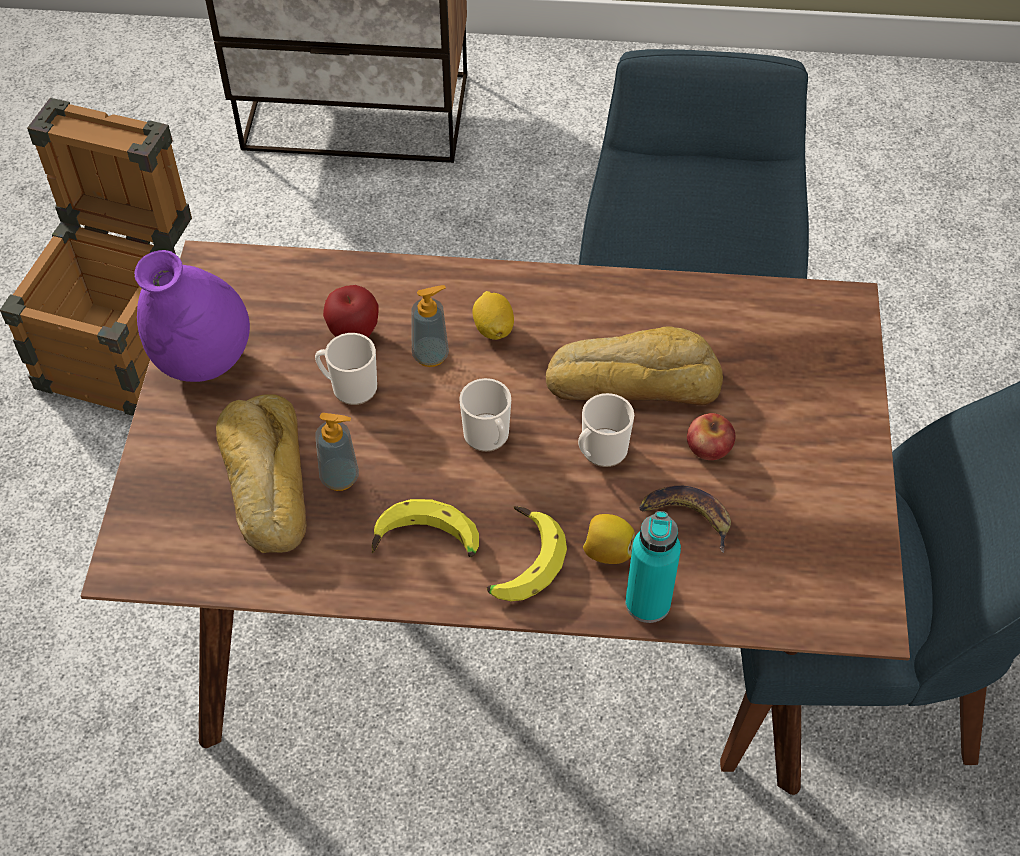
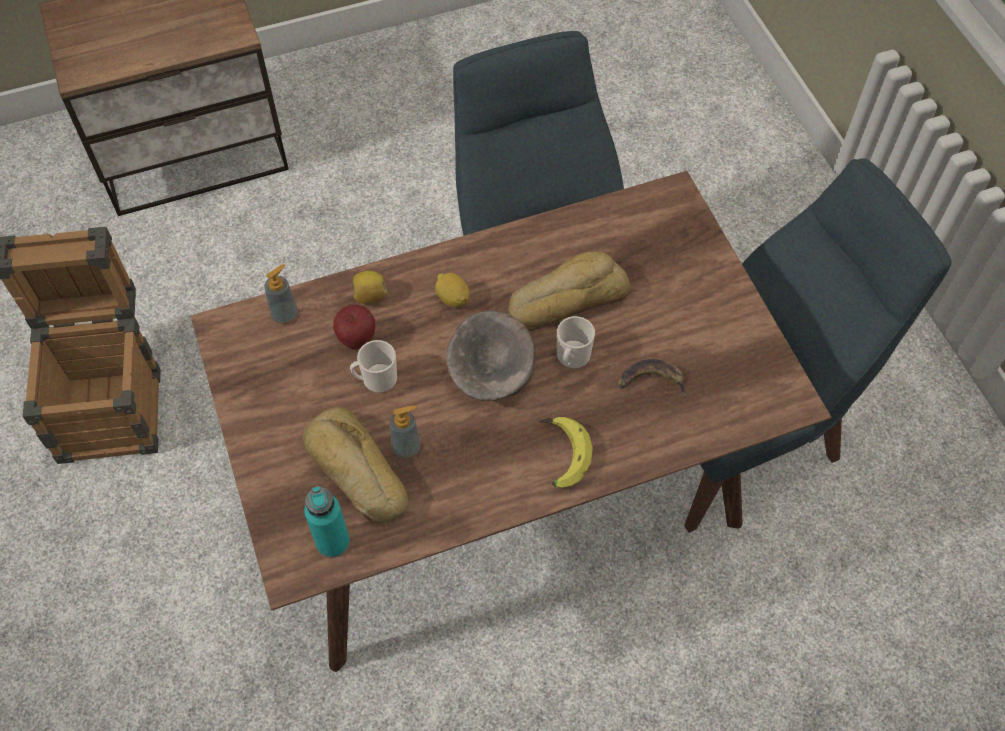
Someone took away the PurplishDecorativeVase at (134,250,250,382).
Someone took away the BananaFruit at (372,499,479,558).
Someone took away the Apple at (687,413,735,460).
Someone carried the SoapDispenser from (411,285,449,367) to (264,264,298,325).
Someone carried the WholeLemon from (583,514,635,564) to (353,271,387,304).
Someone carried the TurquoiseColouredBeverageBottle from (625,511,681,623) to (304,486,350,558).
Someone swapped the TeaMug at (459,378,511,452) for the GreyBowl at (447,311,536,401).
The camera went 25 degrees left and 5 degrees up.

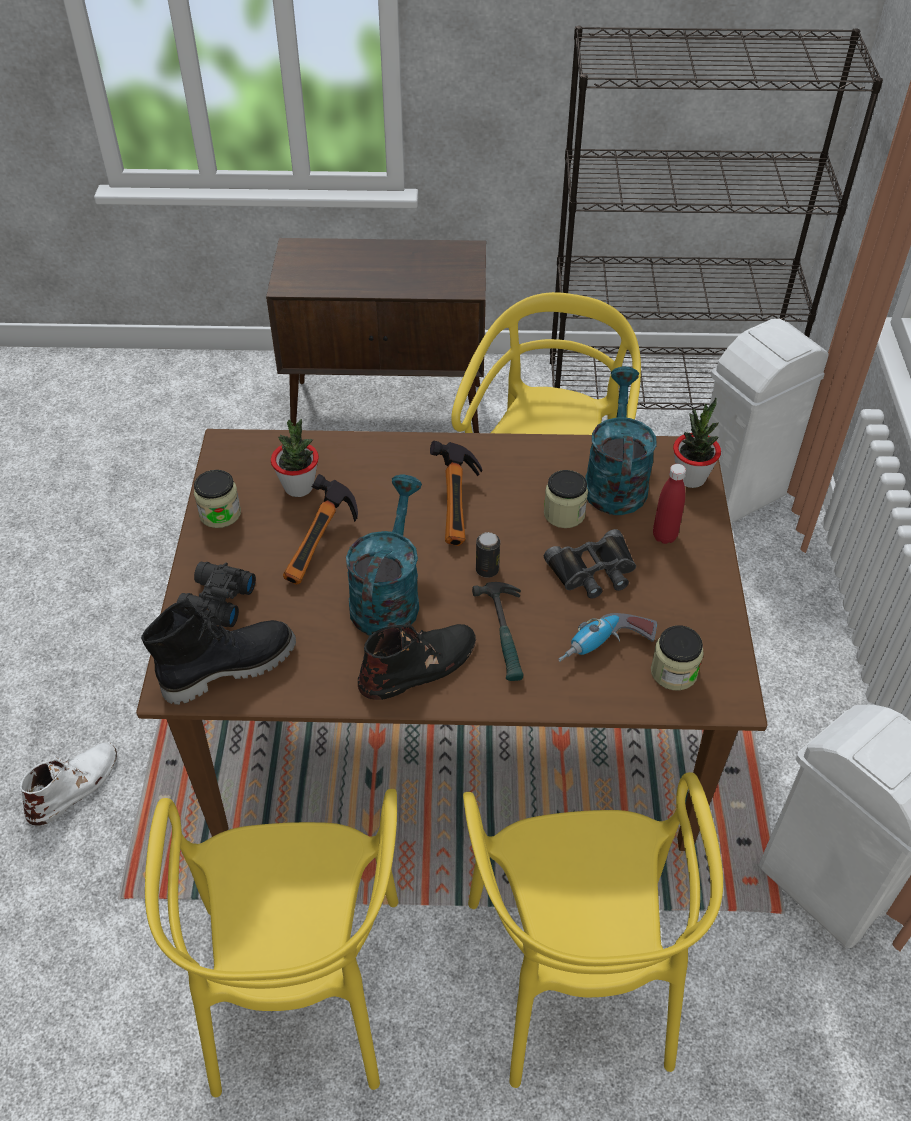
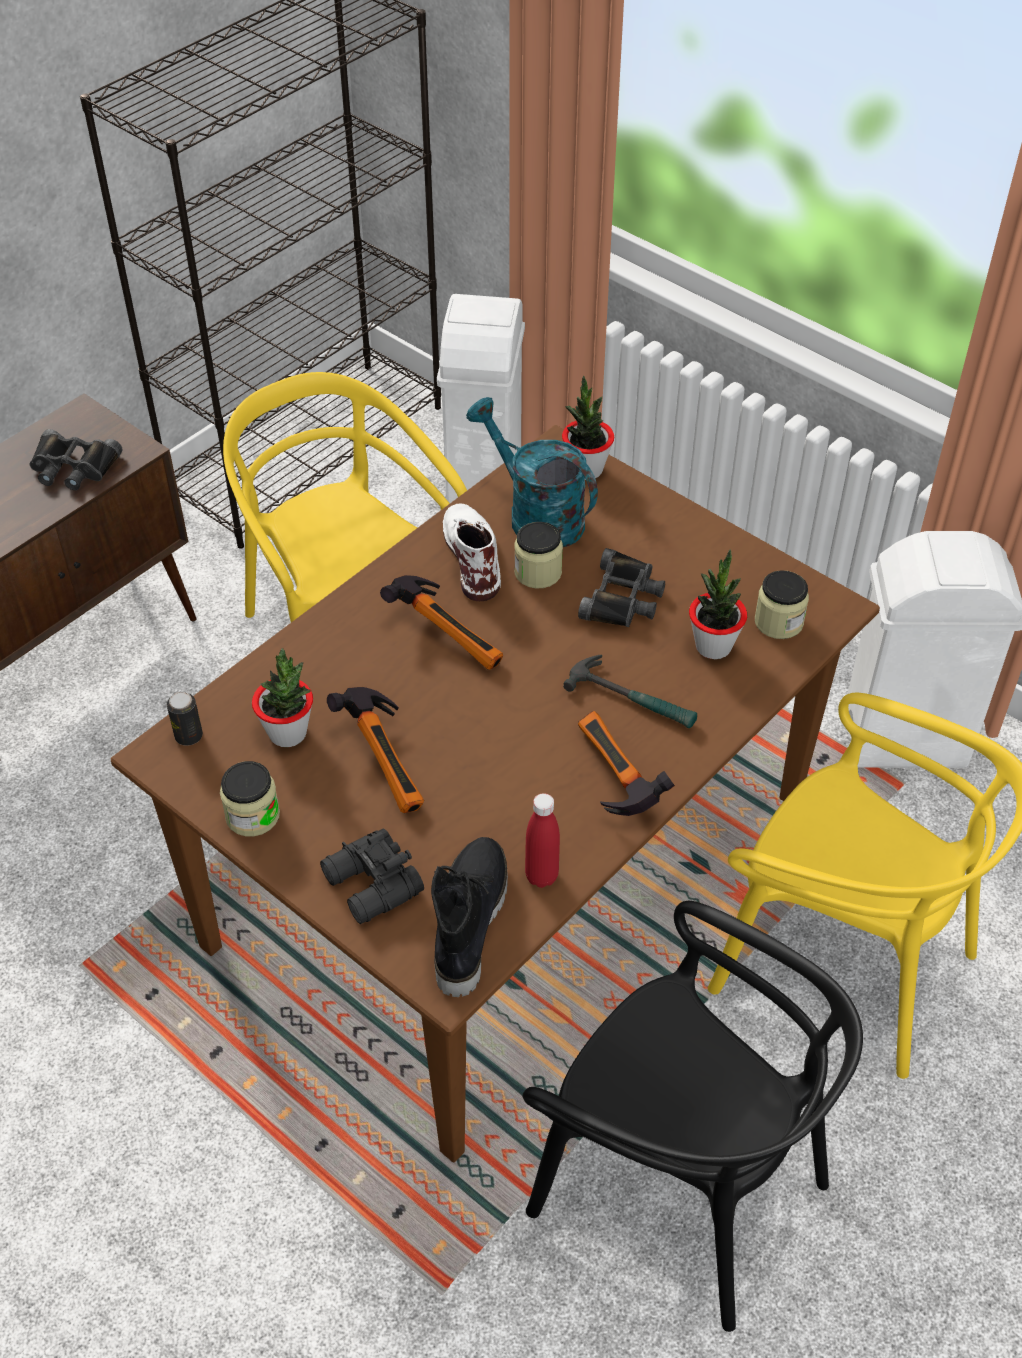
Someone took away the TurquoiseColouredWateringPot at (346,474,422,636).
Someone put down the BlackColouredPairOfBinoculars at (30,429,123,490).
Someone carried the WhiteColouredHighTopBoot from (20,742,117,826) to (443,503,501,601).
Someone carried the Can from (476,532,500,578) to (167,692,203,746).
Someone carried the ReddishBeverageBottle from (653,464,686,544) to (525,793,560,888).
Someone swapped the BlackColouredHighTopBoot at (358,622,476,700) for the HandHammer at (578,711,675,816).
Someone swapped the Drill at (558,613,657,662) for the PottedPlant at (689,550,747,659).
Someone repainted the YellowishChair at (145,789,399,1097), which became the BlackColouredChair at (522,901,863,1332).
The camera went 50 degrees left and 0 degrees up.

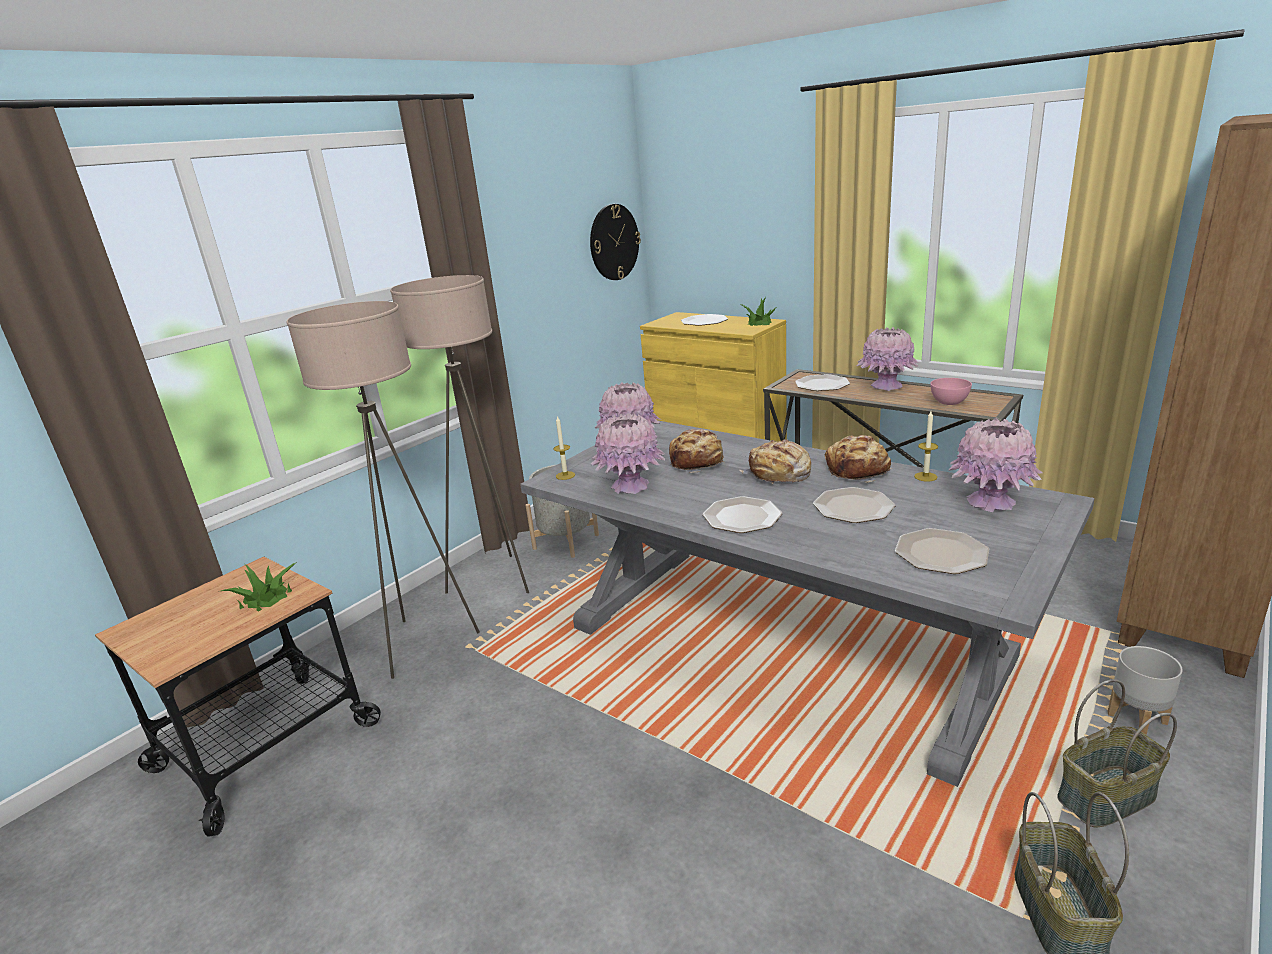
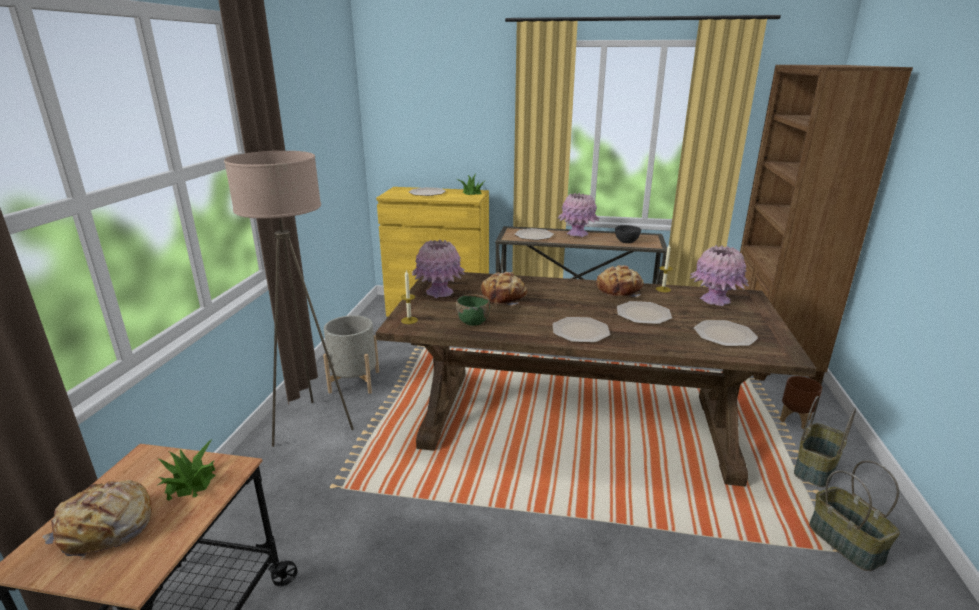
Someone took away the BeigeColouredFloorLamp at (287,301,480,679).
Someone took away the HangingClock at (590,204,641,280).
Someone carried the BakeryBread from (739,439,811,484) to (42,480,152,560).
Someone swapped the PinkColouredDecorativeVase at (591,413,665,494) for the GreenBowl at (456,294,490,326).
Someone repainted the GreyDiningTable at (520,421,1094,787), which became the BrownishDiningTable at (376,272,817,487).
Someone repainted the PinkColouredBowl at (930,378,972,405), which became the GreyBowl at (615,225,641,243).
Someone repainted the GreyFlowerPot at (1107,646,1183,735), which became the BrownishFlowerPot at (780,376,822,429).
The camera went 30 degrees left and 0 degrees up.

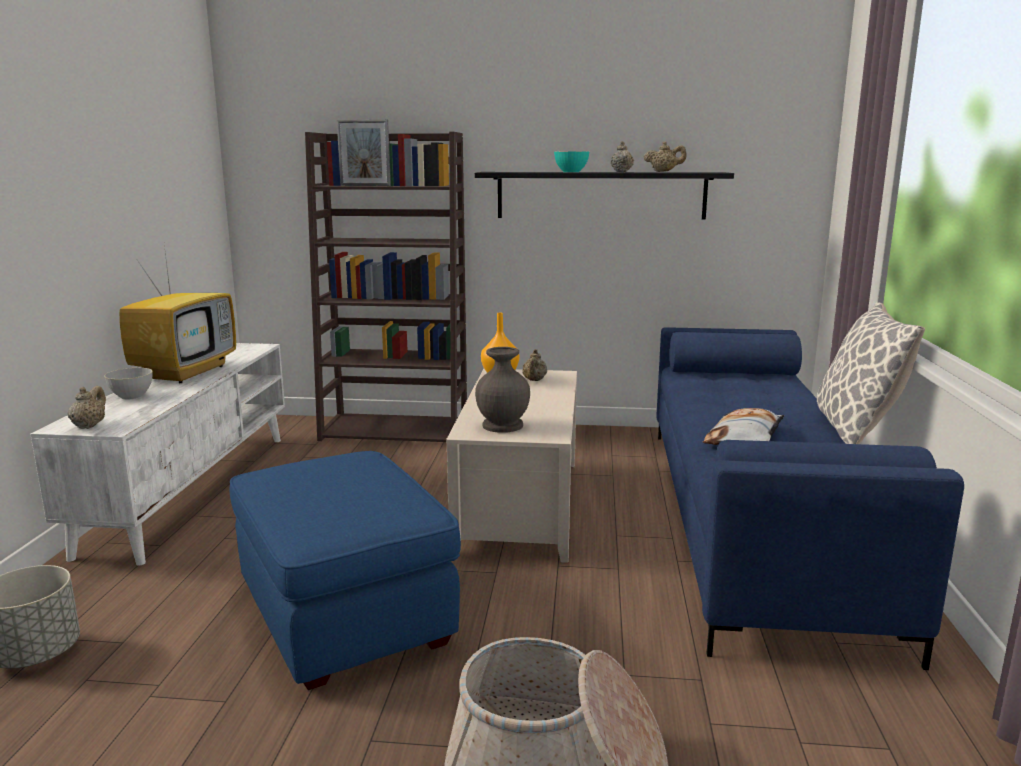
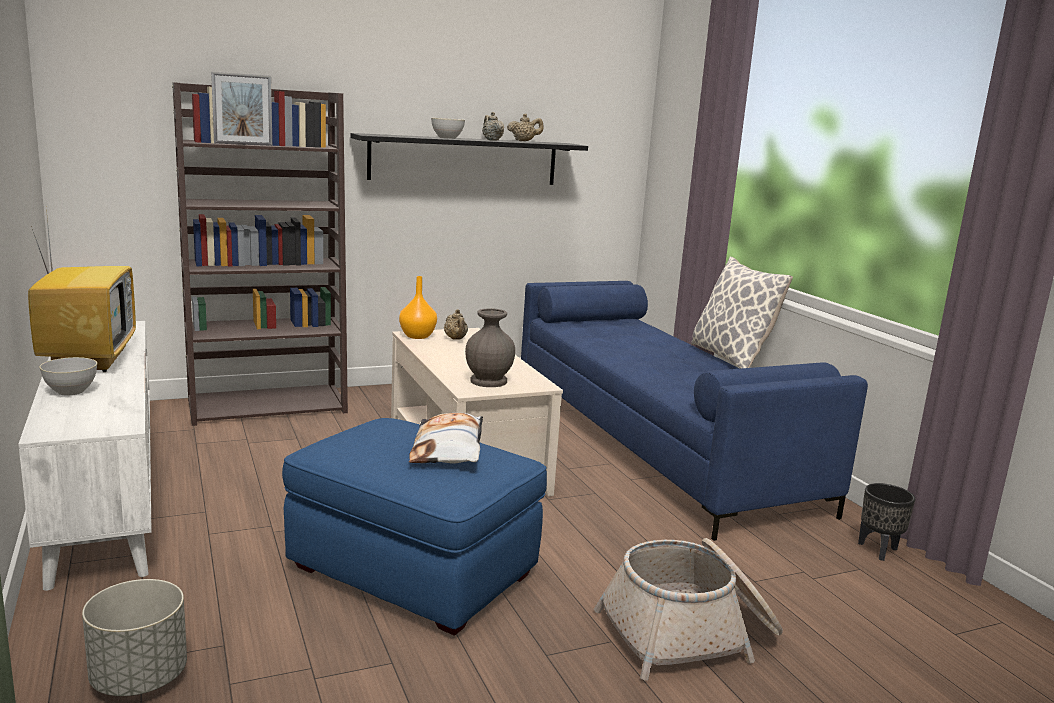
Someone took away the BeigeColouredTeapot at (67,386,106,429).
Someone put down the BlackColouredFlowerPot at (858,483,915,561).
Someone carried the ThrowPillow from (703,408,784,445) to (409,413,483,463).
Someone repainted the TurquoiseColouredBowl at (554,151,589,172), which became the GreyBowl at (431,118,465,139).
The camera went 30 degrees left and 0 degrees up.

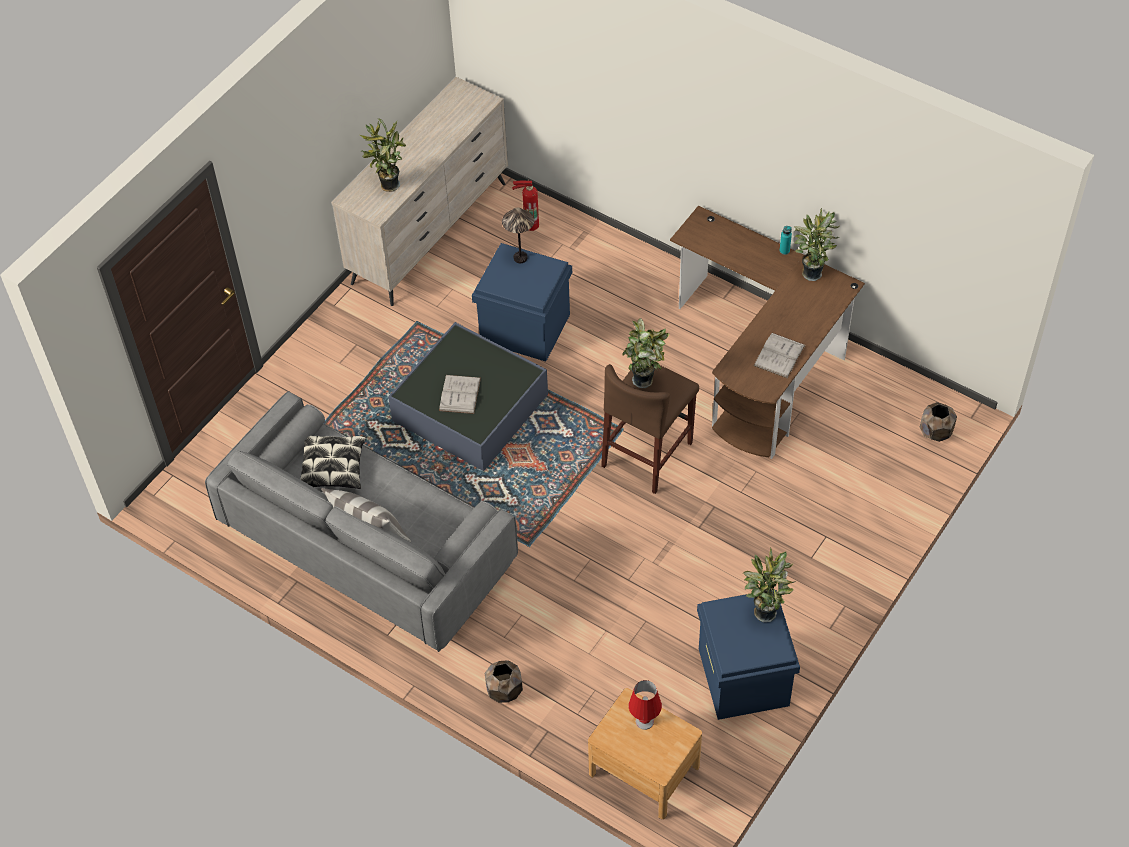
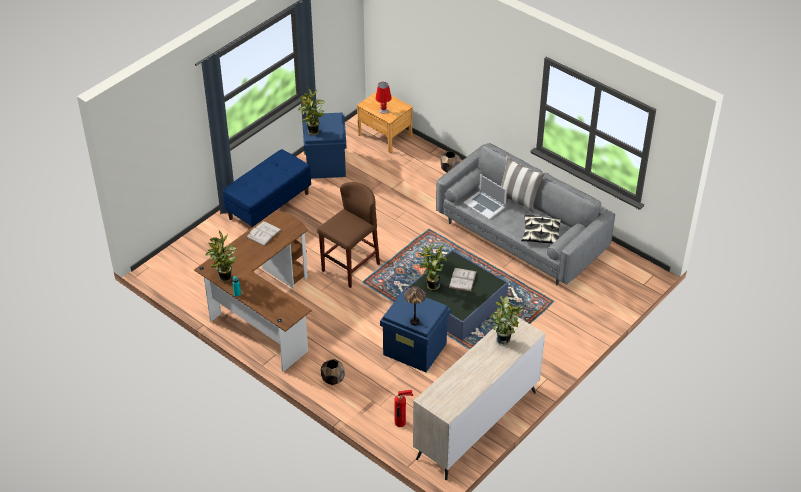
Someone put down the BlueIndoorBench at (223,149,311,228).
Someone put down the Laptop at (463,174,507,220).
Someone carried the PottedPlant from (623,318,670,388) to (419,242,447,290).
Someone carried the BrownishFlowerPot from (920,402,957,442) to (321,359,345,385).
The camera went 175 degrees left and 10 degrees down.

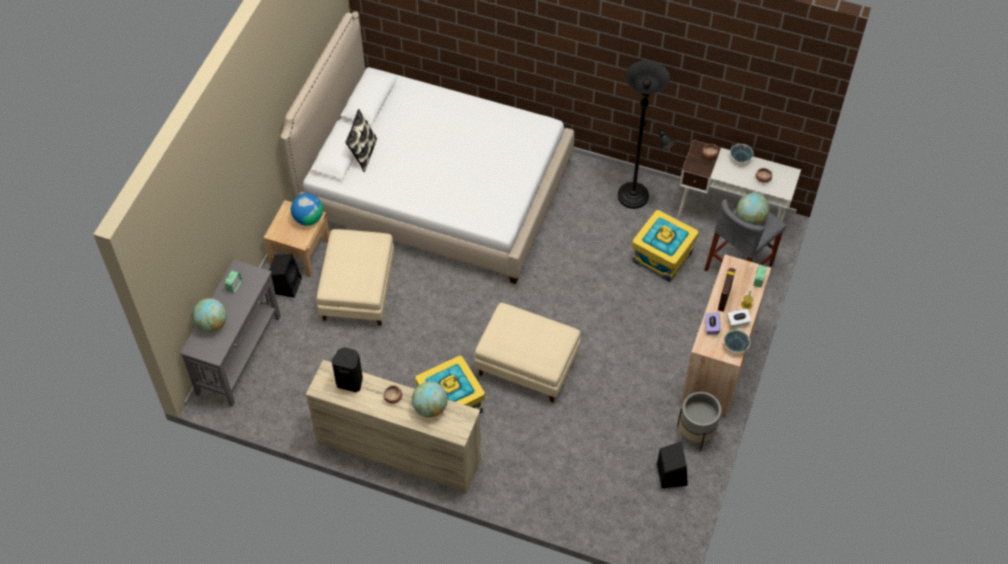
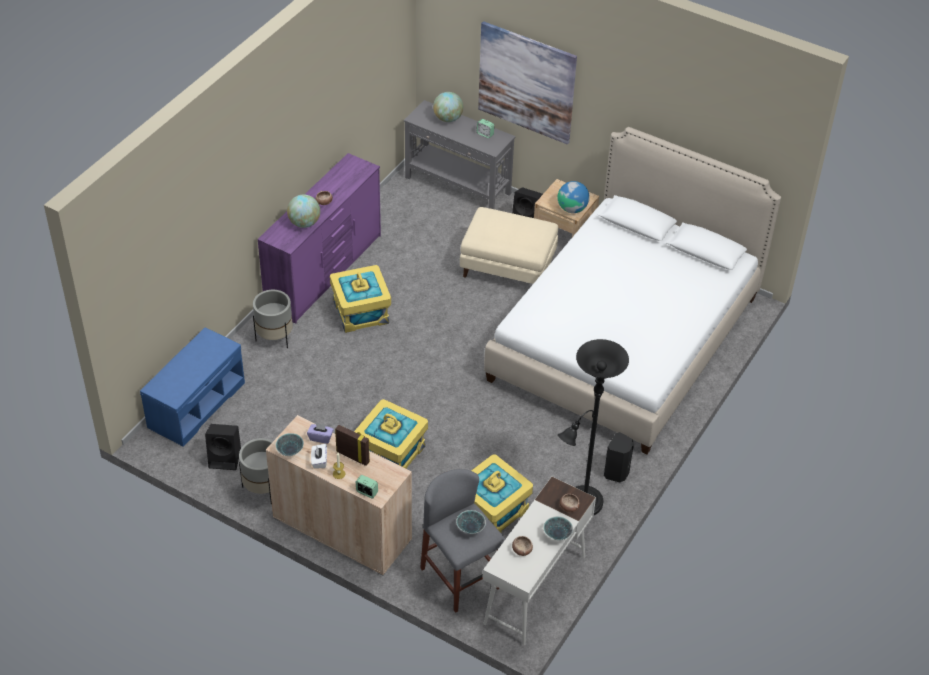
Someone took away the ThrowPillow at (345,109,377,172).
Someone took away the BeigeColouredFootrest at (474,303,581,402).
Someone put down the BlueIndoorBench at (140,328,245,447).
Someone put down the GreyFlowerPot at (253,290,293,348).
Someone put down the YellowishStorageBin at (354,399,428,469).
Someone put up the WallArt at (478,21,577,144).
Someone carried the BlackColouredSpeaker from (332,347,363,392) to (604,432,634,483).
Someone swapped the WorldGlobe at (737,193,770,225) for the Bowl at (456,510,486,534).
Someone repainted the BeigeColouredDresser at (306,360,481,493), which became the PurplishDresser at (257,153,381,324).
The camera went 100 degrees right and 10 degrees down.

